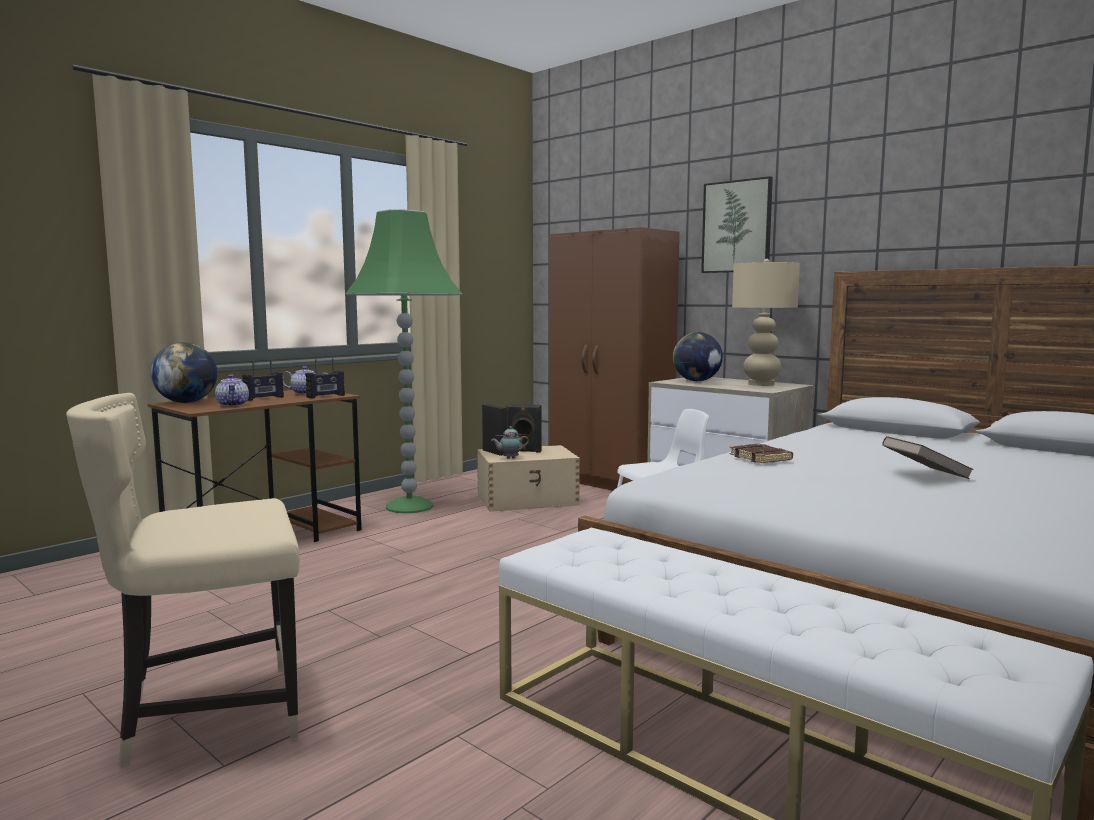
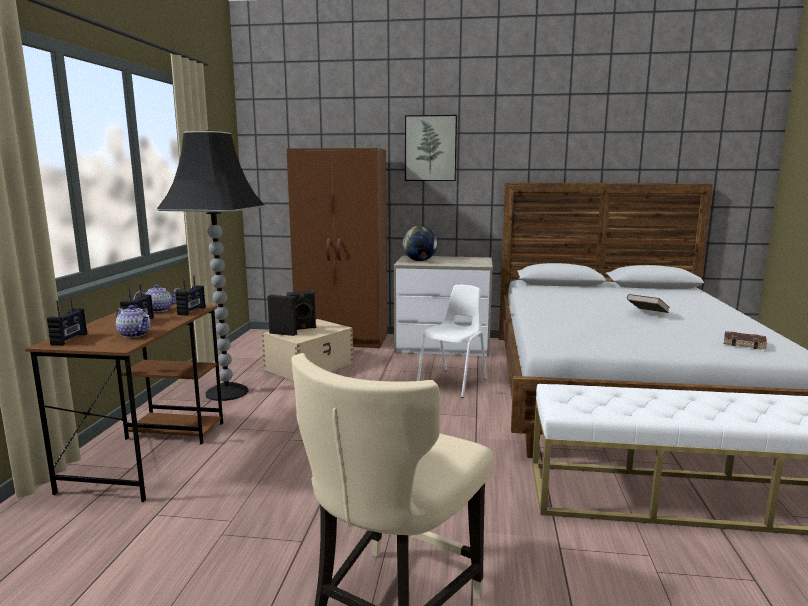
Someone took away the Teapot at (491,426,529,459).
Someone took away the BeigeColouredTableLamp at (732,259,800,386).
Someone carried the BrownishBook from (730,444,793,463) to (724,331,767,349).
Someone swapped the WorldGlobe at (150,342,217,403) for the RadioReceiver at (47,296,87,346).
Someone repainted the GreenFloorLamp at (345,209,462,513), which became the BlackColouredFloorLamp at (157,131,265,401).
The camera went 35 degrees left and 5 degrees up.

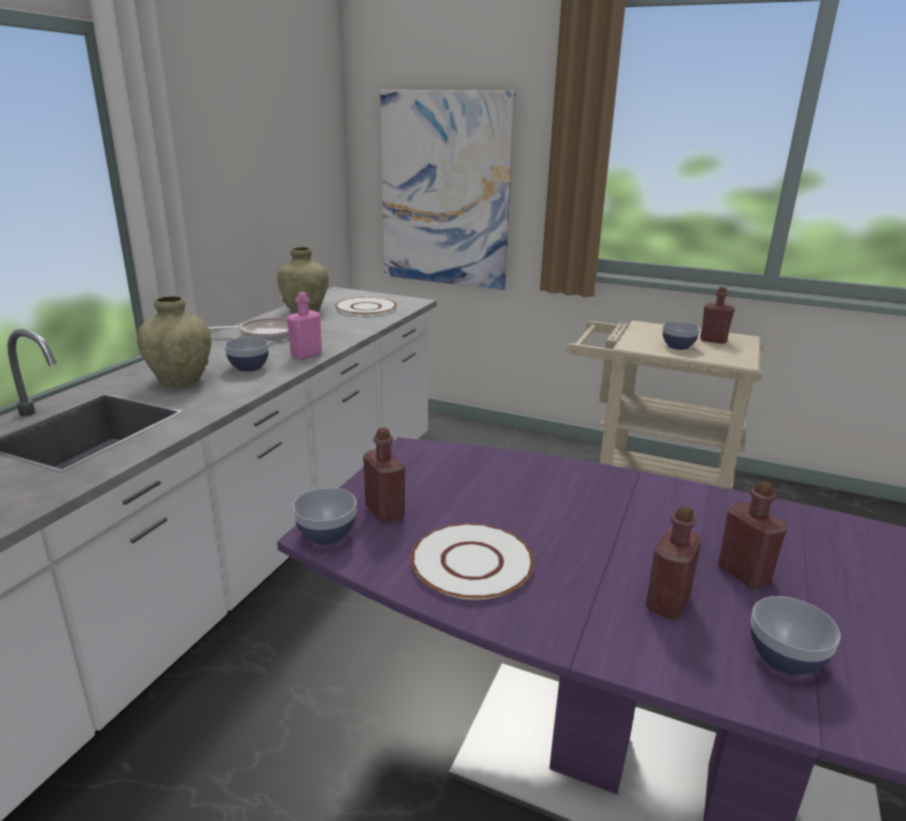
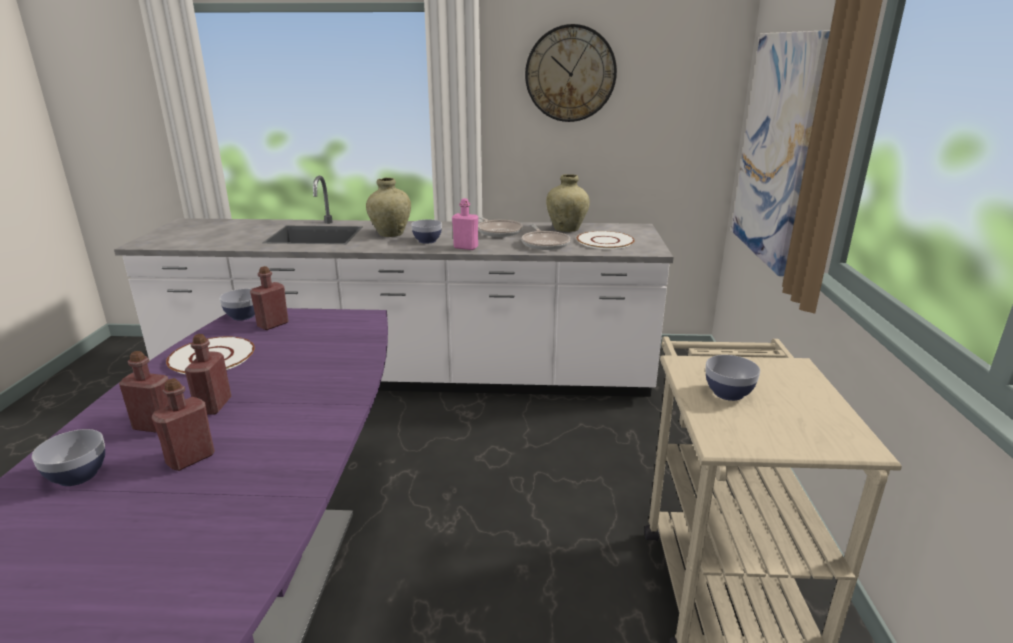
Someone put down the Skillet at (522,224,570,250).
Someone put up the HangingClock at (525,24,617,122).
Someone carried the ReddishBeverageBottle from (700,287,735,344) to (185,334,231,415).
The camera went 70 degrees right and 0 degrees up.

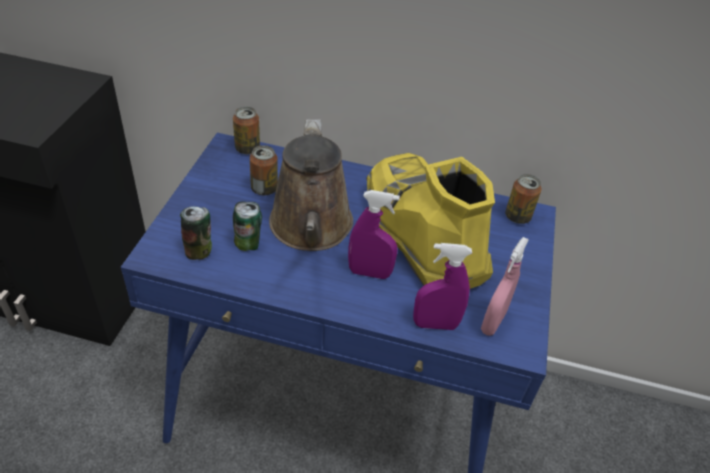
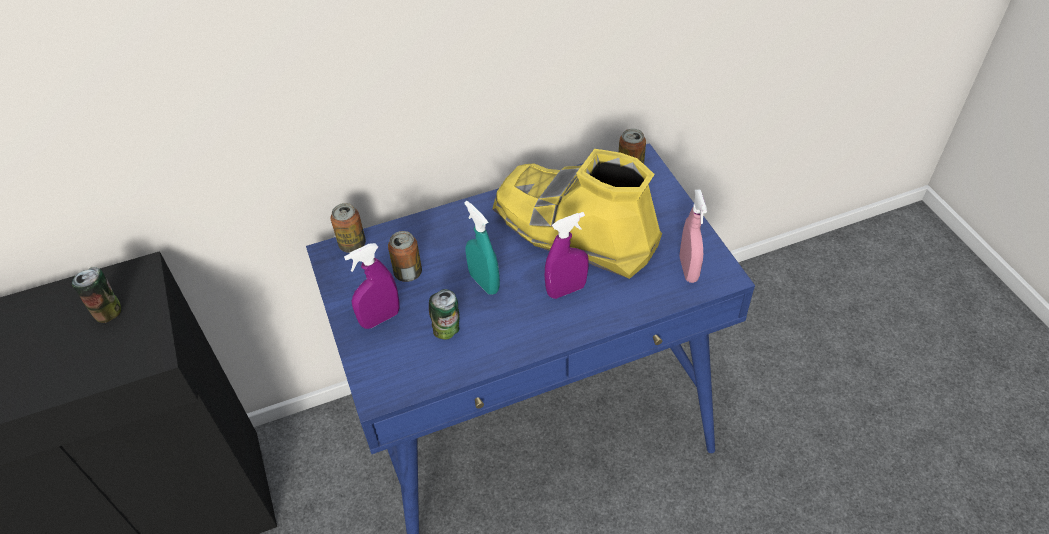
Someone carried the Can from (180,206,212,260) to (72,267,121,323).
Someone carried the PurplishSprayBottle from (413,243,472,330) to (344,243,399,329).
Someone swapped the BrownishWateringPot at (269,119,353,251) for the TurquoiseColouredSprayBottle at (465,201,500,295).
The camera went 30 degrees left and 5 degrees up.

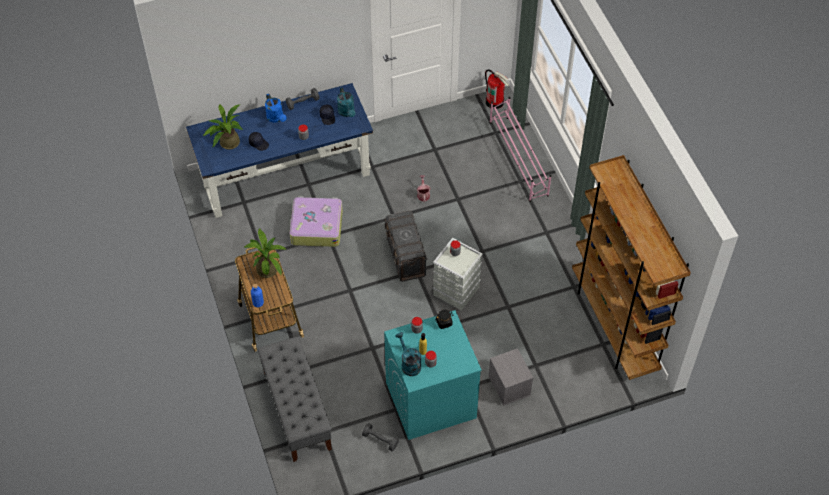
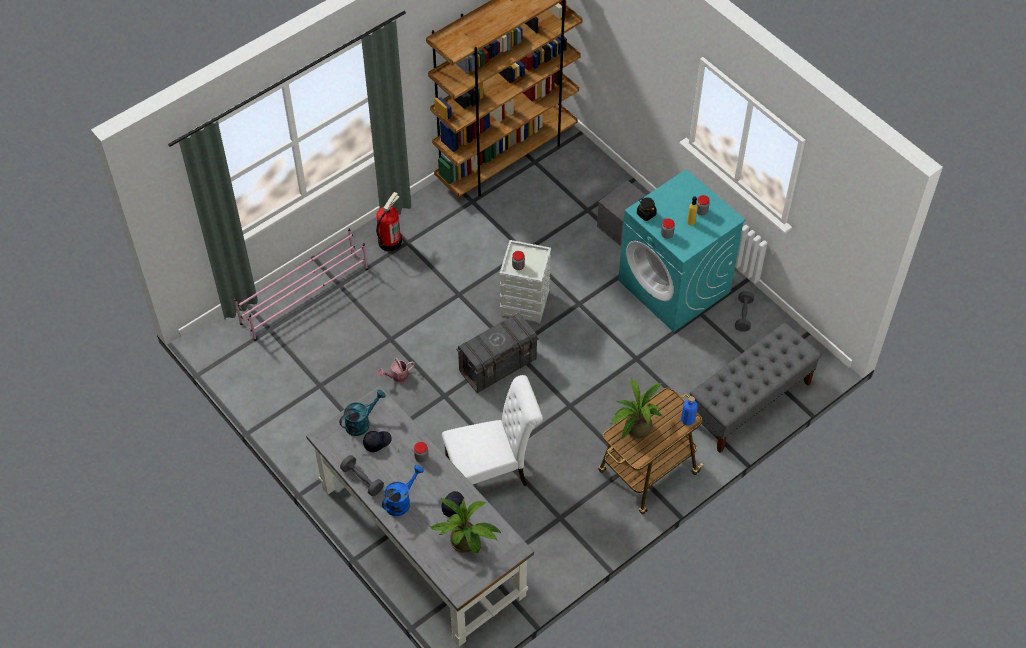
Someone took away the TurquoiseColouredWateringPot at (395,332,421,376).
Someone carried the Extinguisher from (485,69,509,109) to (376,192,402,251).
Someone swapped the Suitcase at (290,196,343,247) for the WhiteColouredChair at (442,375,543,486).
Someone repainted the BlueDeskUnit at (186,83,373,218), which became the GreyDeskUnit at (306,385,534,647).
The camera went 110 degrees left and 0 degrees up.

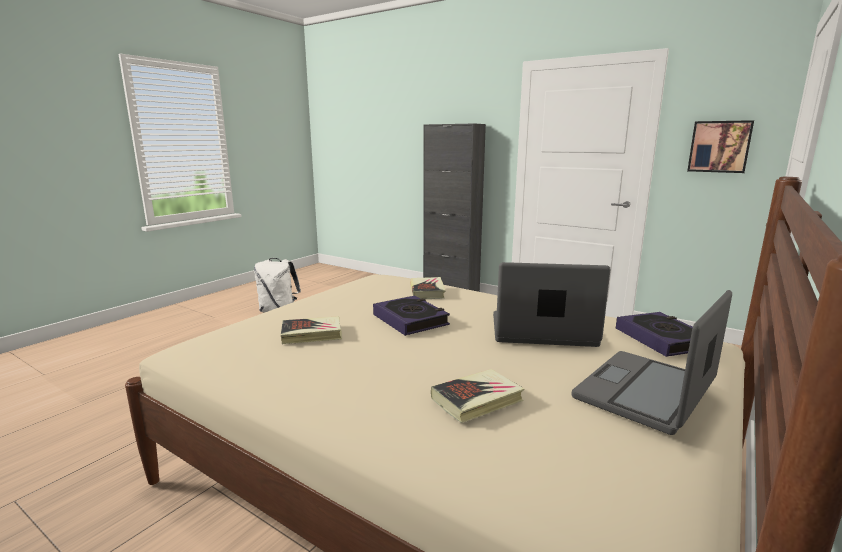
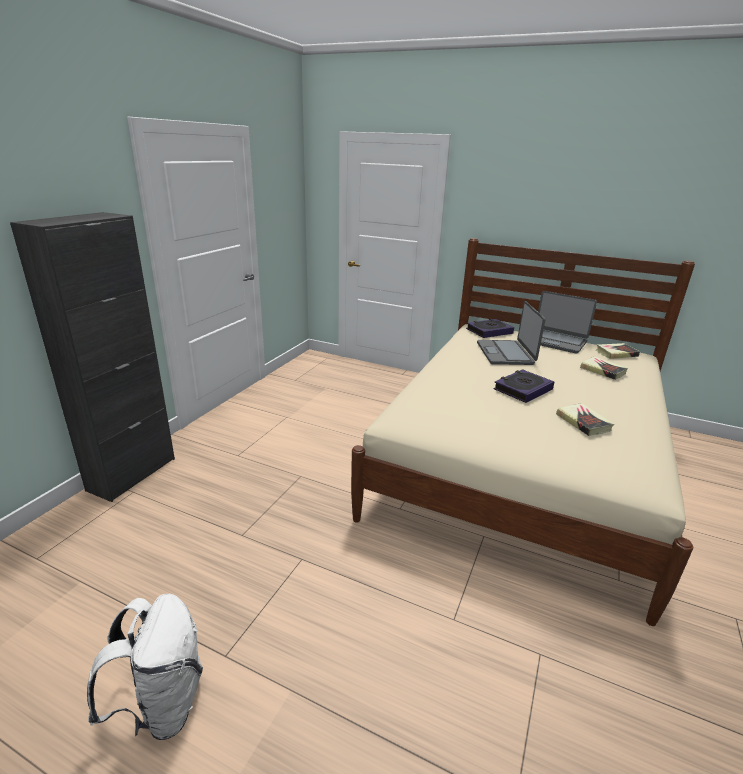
Someone took away the WallArt at (687,120,754,173).
Someone carried the Book from (410,277,446,299) to (596,343,640,359).
The camera went 100 degrees left and 10 degrees up.

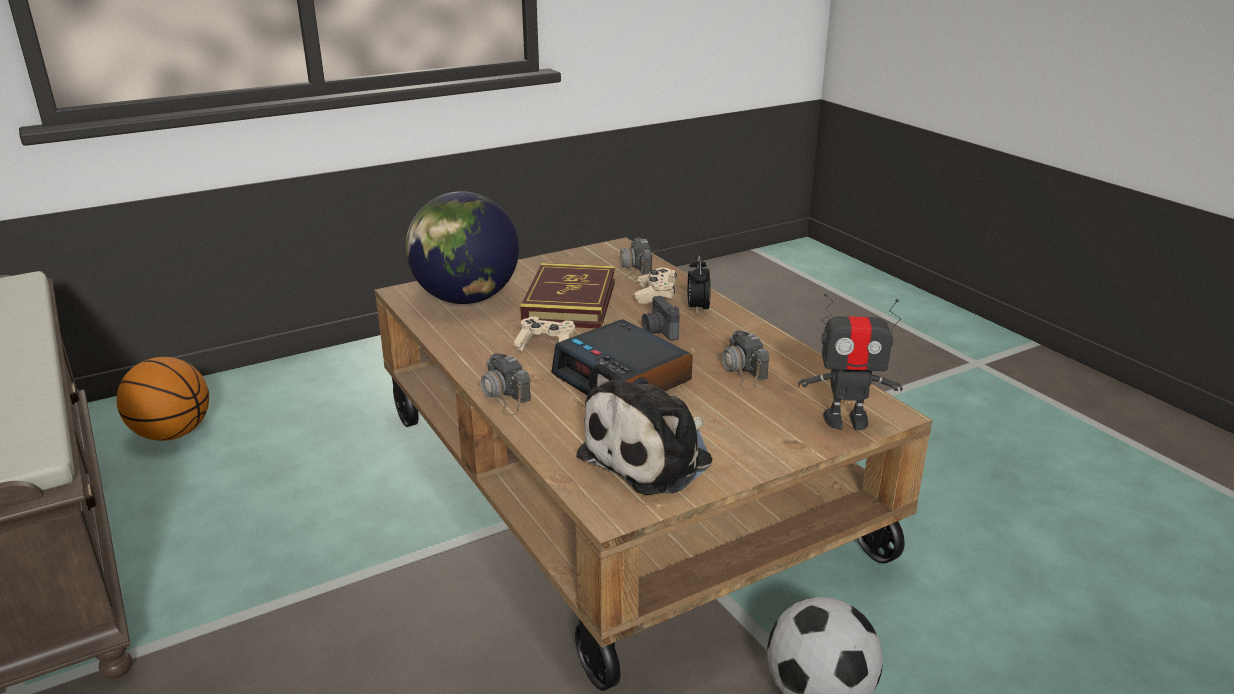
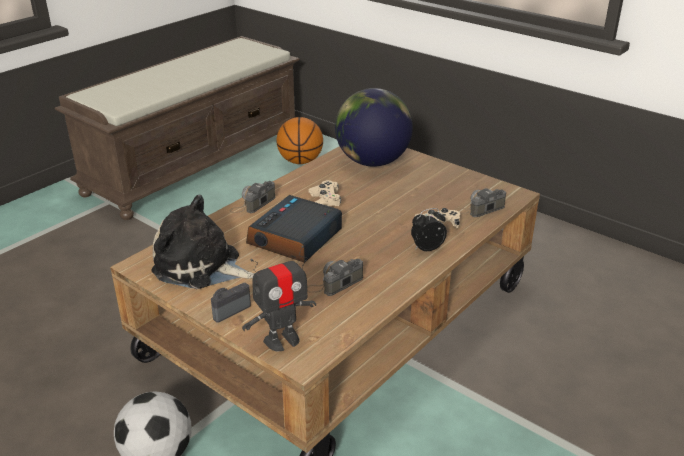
Someone took away the Book at (520,263,615,328).
Someone carried the PhotoCamera from (642,296,680,341) to (211,283,251,323).
Someone rotated the RobotFigure at (798,293,903,431) by 105 degrees counterclockwise.
The camera went 70 degrees right and 5 degrees up.

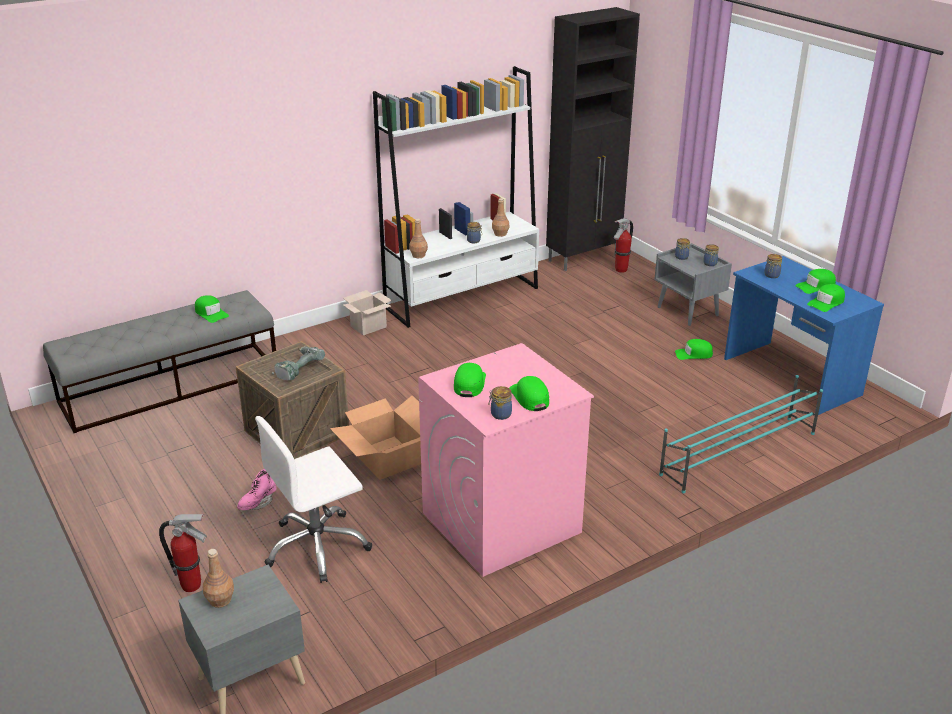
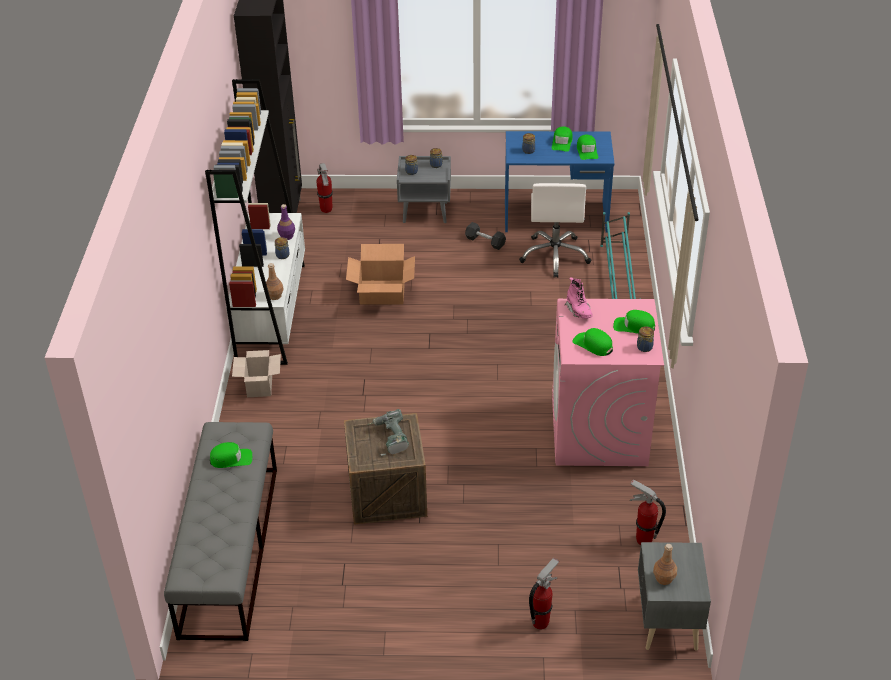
Someone put down the Extinguisher at (630,479,666,545).
Someone carried the PinkColouredHighTopBoot from (237,469,277,510) to (565,277,593,319).
Someone carried the WhiteColouredDeskChair from (255,416,372,583) to (519,183,591,278).
Someone carried the CardboardBox from (330,396,421,480) to (346,244,415,305).
Someone swapped the GreenPeakedCap at (675,339,713,360) for the BlackColouredHandWeight at (465,222,506,250).
Someone repainted the BrownishBeverageBottle at (492,198,509,237), which became the PurplishBeverageBottle at (277,204,295,240).
The camera went 55 degrees left and 10 degrees up.

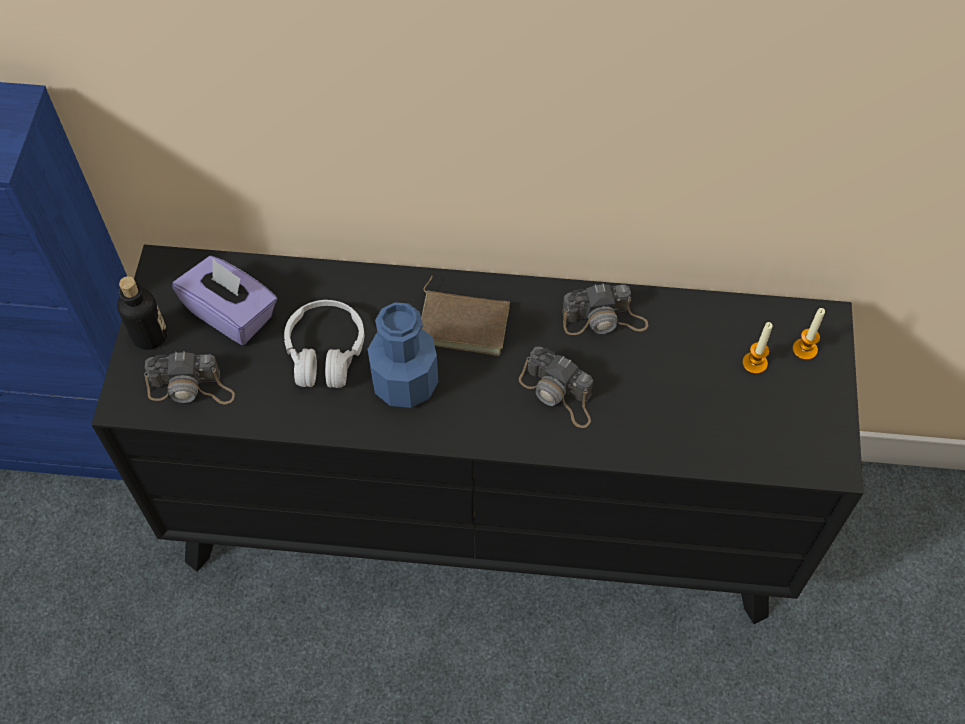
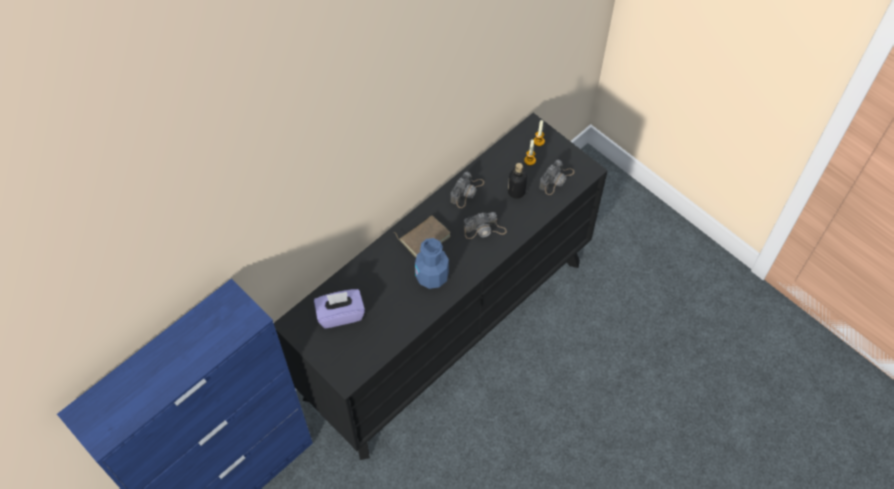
Someone took away the WhiteColouredHeadset at (284,300,364,388).
Someone carried the BeverageBottle from (117,276,167,350) to (508,163,527,199).
Someone carried the PhotoCamera from (144,351,235,404) to (539,160,574,195).
The camera went 50 degrees left and 0 degrees up.

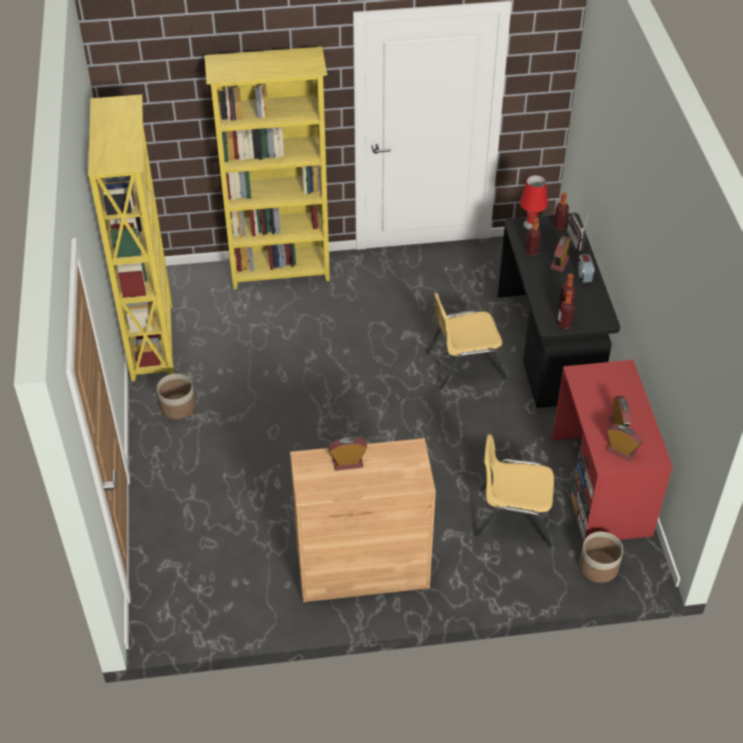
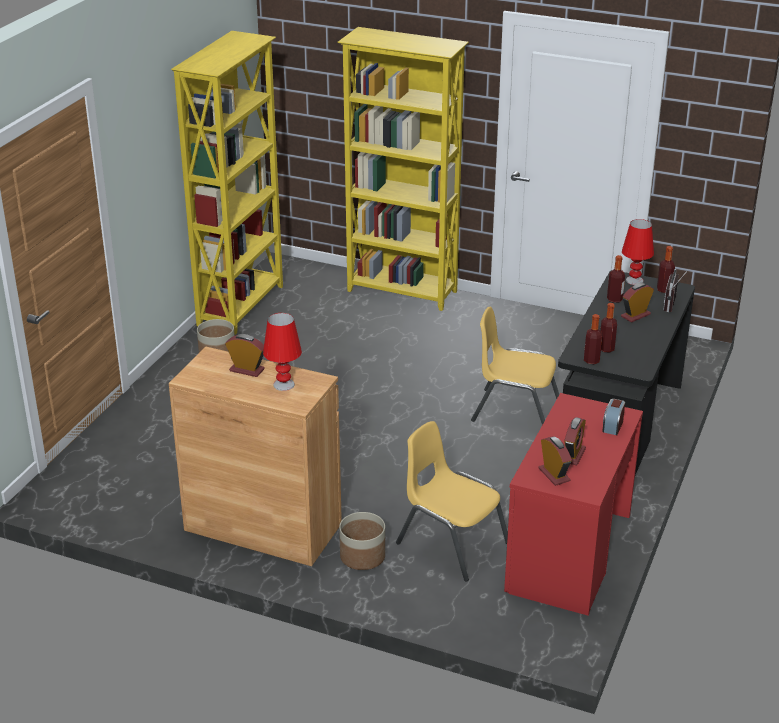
Someone put down the ReddishTableLamp at (263,313,302,391).
Someone carried the BedsideClock from (577,254,594,283) to (602,399,625,435).
Someone carried the FlowerPot from (579,532,623,583) to (339,512,385,570).
The camera went 30 degrees right and 15 degrees down.

